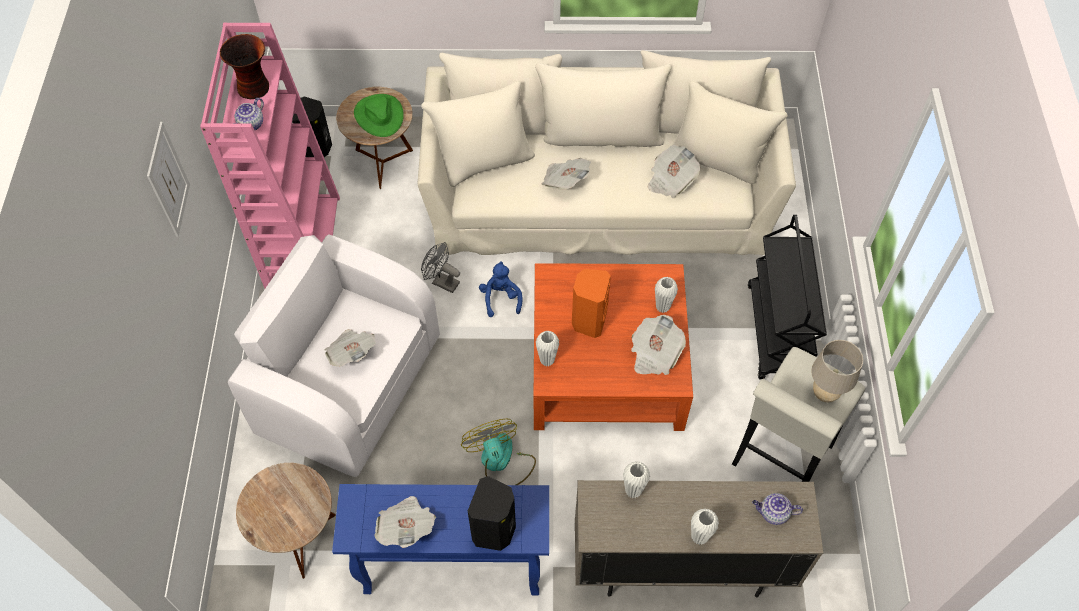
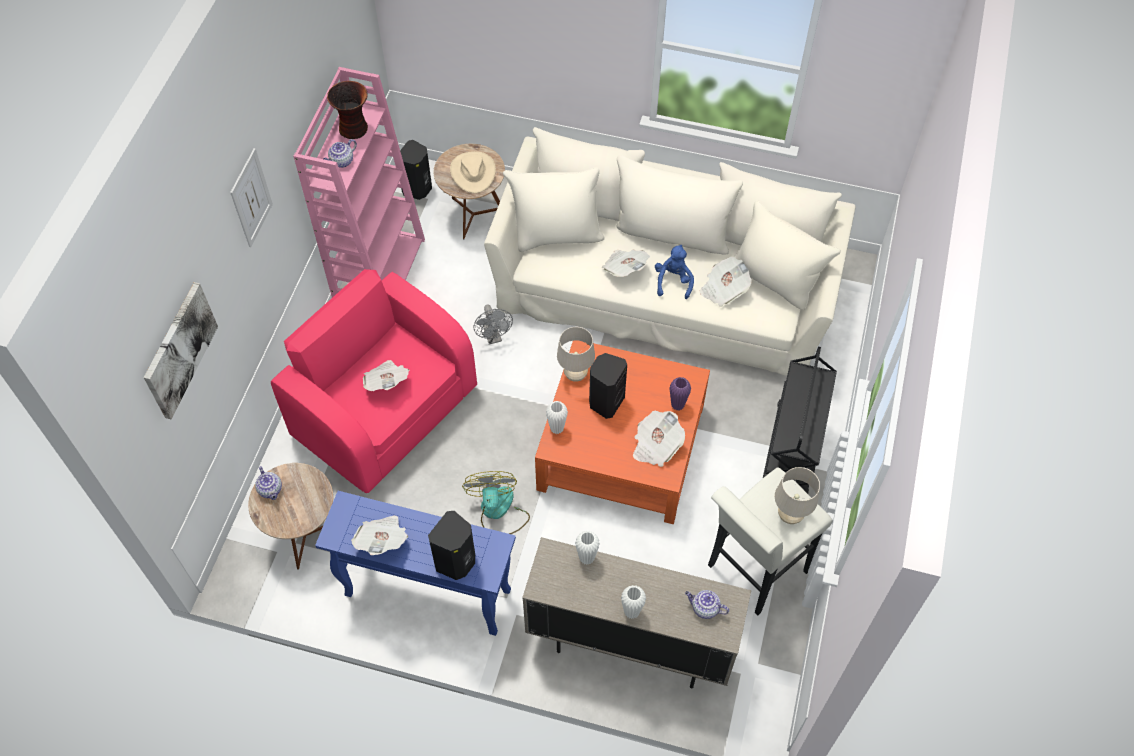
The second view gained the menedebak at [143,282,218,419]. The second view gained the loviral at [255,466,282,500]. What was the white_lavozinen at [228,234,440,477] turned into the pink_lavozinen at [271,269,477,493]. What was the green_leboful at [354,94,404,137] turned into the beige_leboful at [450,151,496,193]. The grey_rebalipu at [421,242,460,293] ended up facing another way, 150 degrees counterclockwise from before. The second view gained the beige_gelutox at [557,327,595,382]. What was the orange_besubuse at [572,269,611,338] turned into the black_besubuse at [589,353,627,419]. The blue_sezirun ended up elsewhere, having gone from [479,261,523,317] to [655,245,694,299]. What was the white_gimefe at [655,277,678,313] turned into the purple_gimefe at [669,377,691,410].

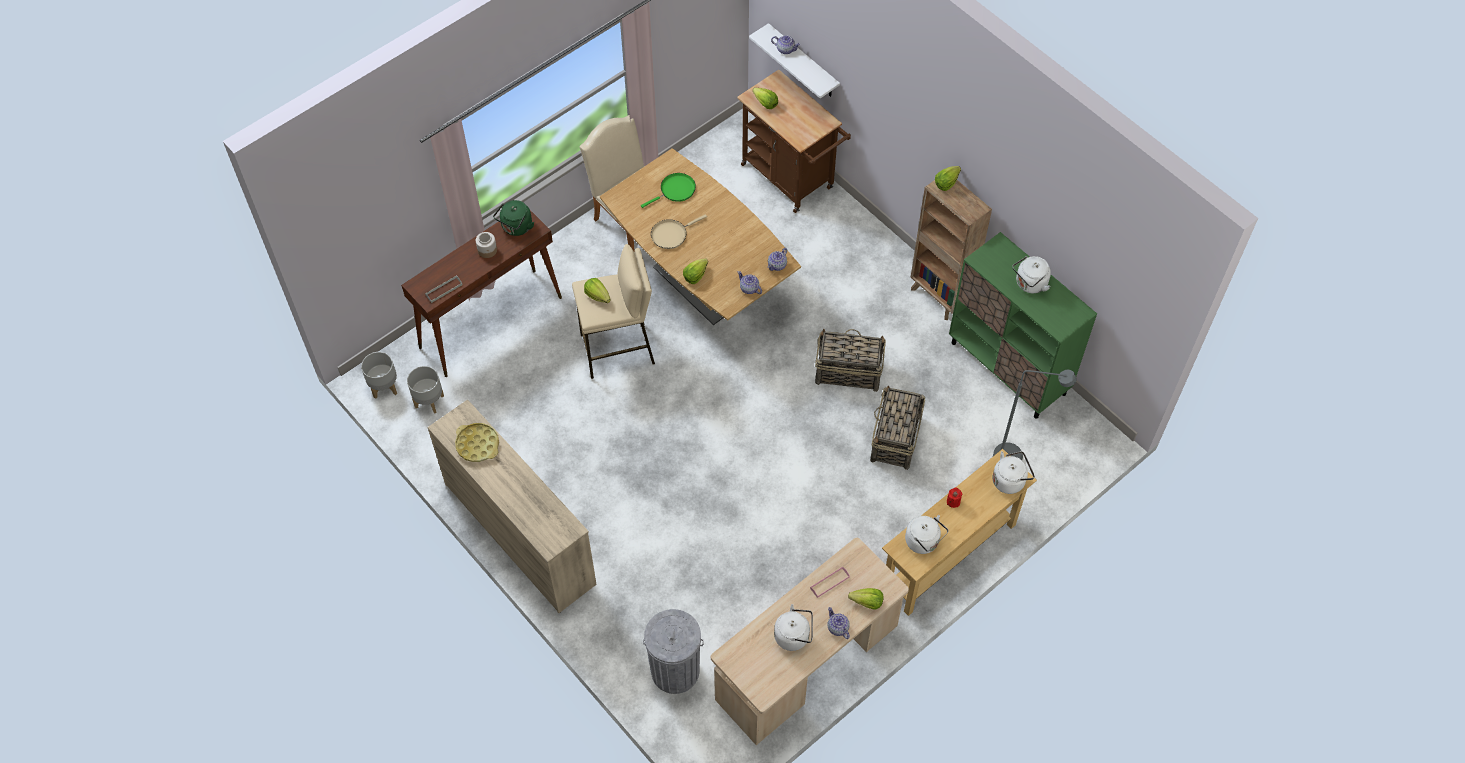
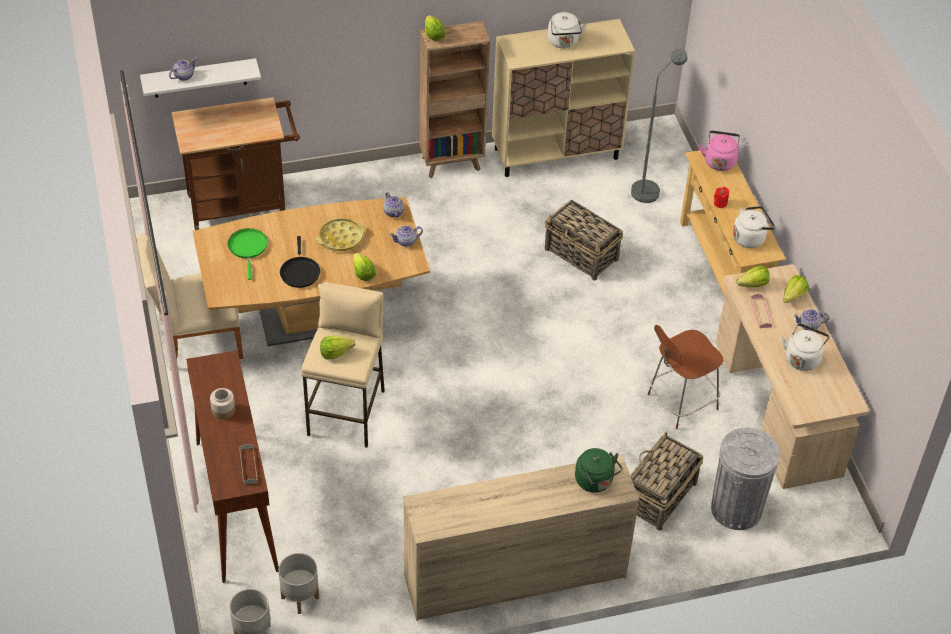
What was the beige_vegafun at [651,214,707,249] turned into the black_vegafun at [280,236,320,288]. The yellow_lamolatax ended up elsewhere, having gone from [455,423,499,462] to [316,218,366,251]. What was the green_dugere at [949,232,1097,419] turned into the beige_dugere at [492,19,635,177]. The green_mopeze ended up elsewhere, having gone from [493,200,534,236] to [575,448,622,493]. The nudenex ended up elsewhere, having gone from [815,329,886,392] to [630,432,704,531]. The second view gained the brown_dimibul at [648,325,723,429]. What was the white_mopeze at [992,451,1035,494] turned into the pink_mopeze at [699,131,740,171]. The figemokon ended up elsewhere, having gone from [753,88,778,109] to [736,266,770,288].

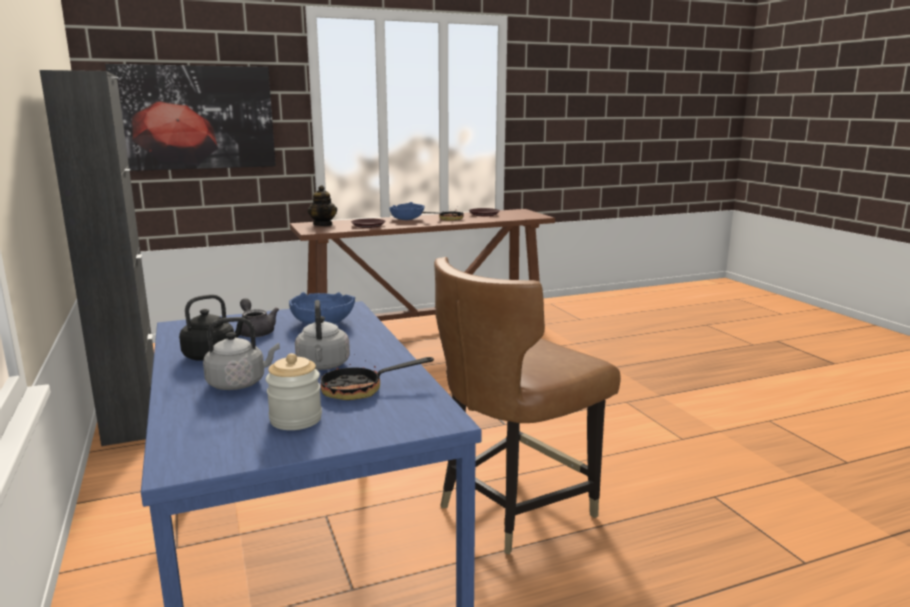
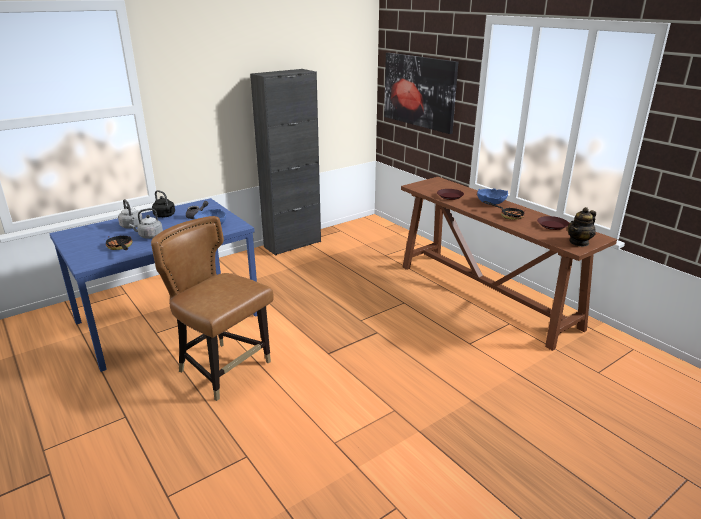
The loviral ended up elsewhere, having gone from [307,185,337,226] to [568,207,596,247]. The second view lost the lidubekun at [266,353,322,430].

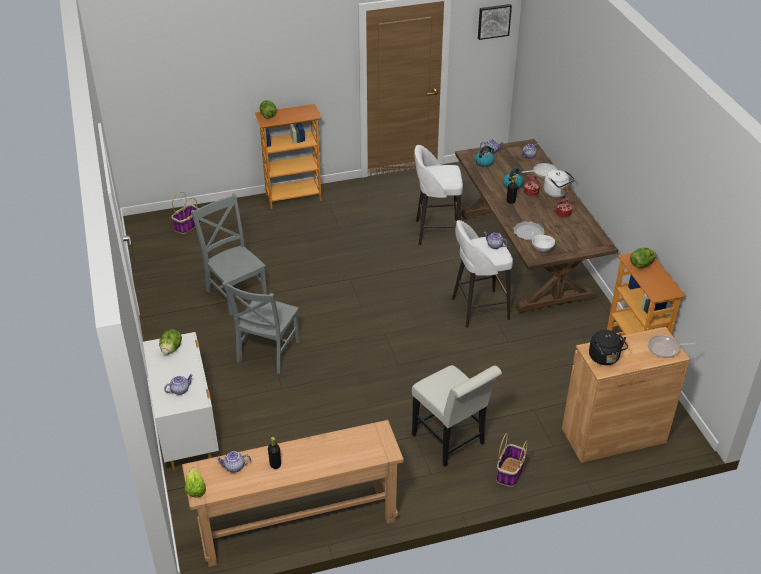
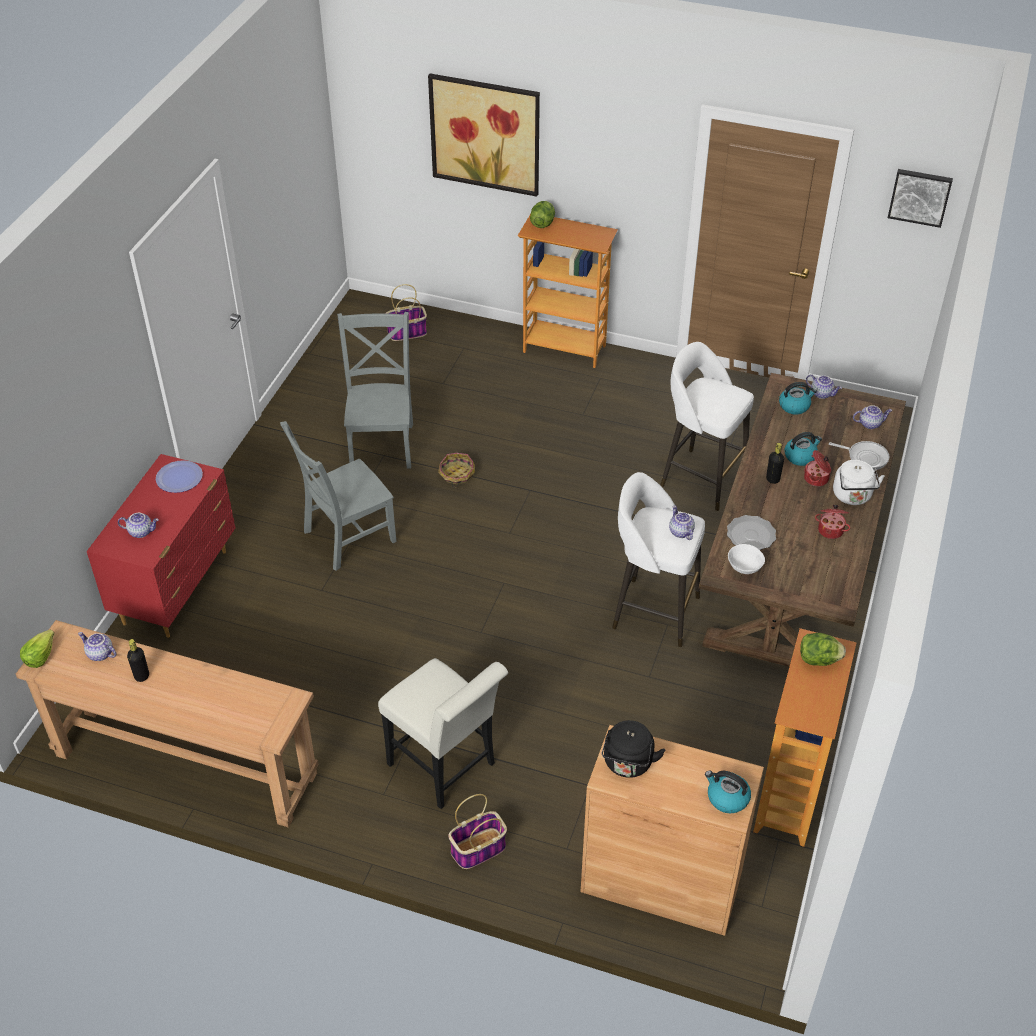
What was the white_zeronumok at [143,332,219,471] turned into the red_zeronumok at [87,454,236,638]. Where the figemokon stood at [159,329,182,354], the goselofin came to stand at [156,460,203,493]. The white_dimibul at [412,365,502,467] ended up facing another way, 45 degrees counterclockwise from before. The second view gained the menedebak at [428,73,540,197]. The second view gained the nudenex at [438,453,475,488]. Where the vegafun stood at [648,335,696,358], the mopeze came to stand at [705,770,751,813].

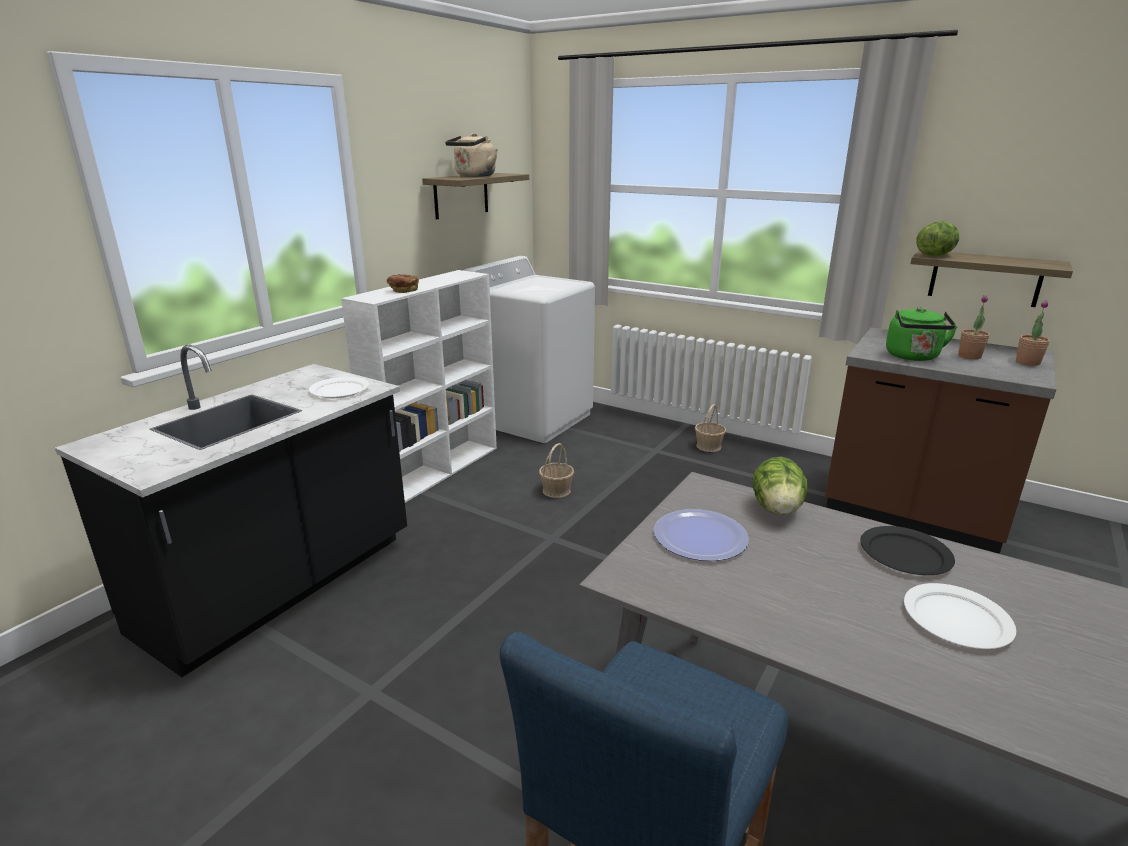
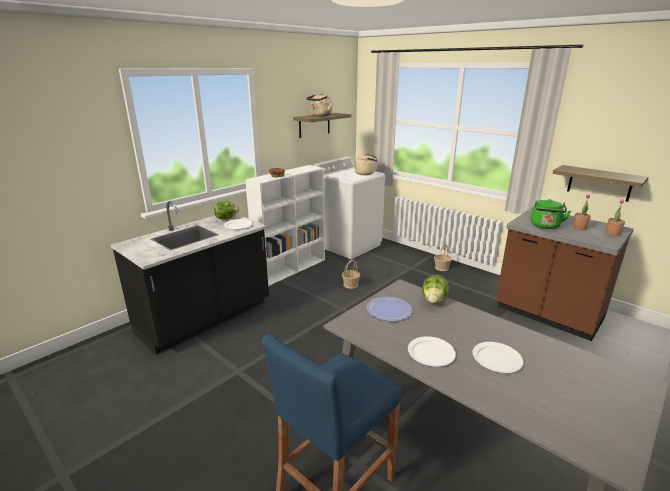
The figemokon ended up elsewhere, having gone from [916,221,959,256] to [214,201,239,220]. The second view gained the beige_mopeze at [355,154,377,175]. The second view gained the white_goselofin at [408,336,456,366]. The second view lost the black_goselofin at [860,526,955,575].

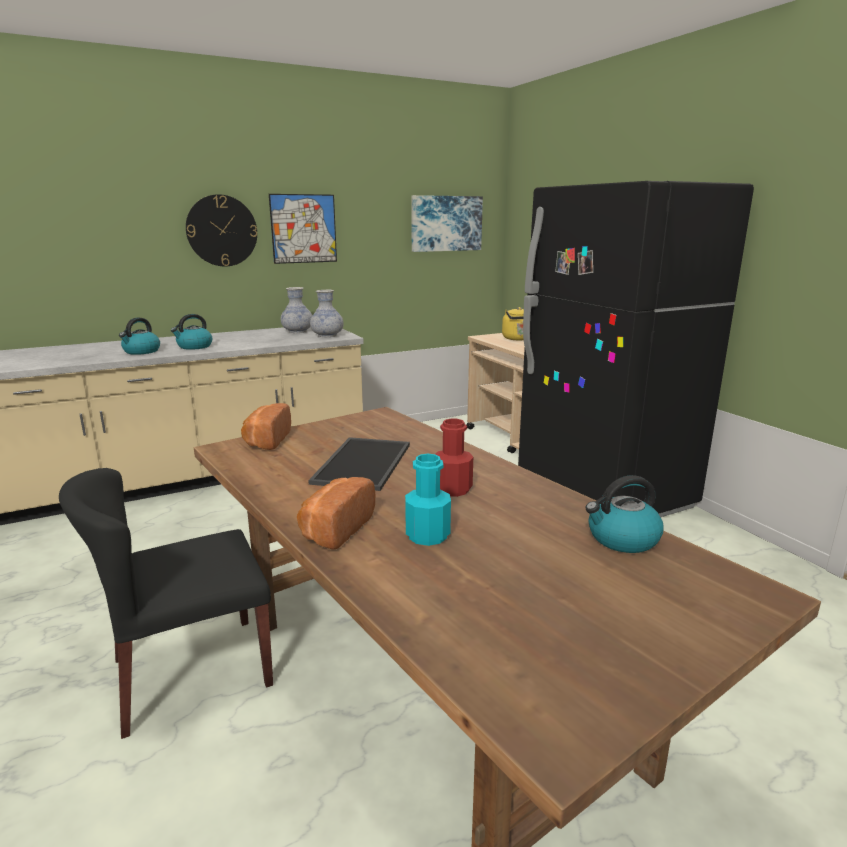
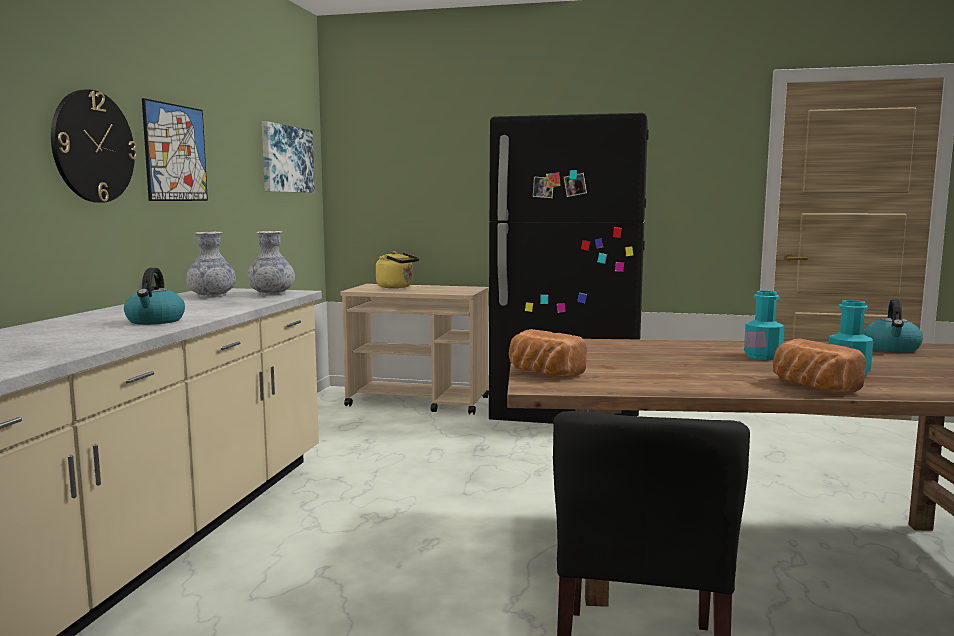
What was the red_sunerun at [435,418,473,497] turned into the turquoise_sunerun at [744,291,785,360]. The second view lost the mopeze at [119,318,160,355]. The second view lost the lamolatax at [308,437,410,491].

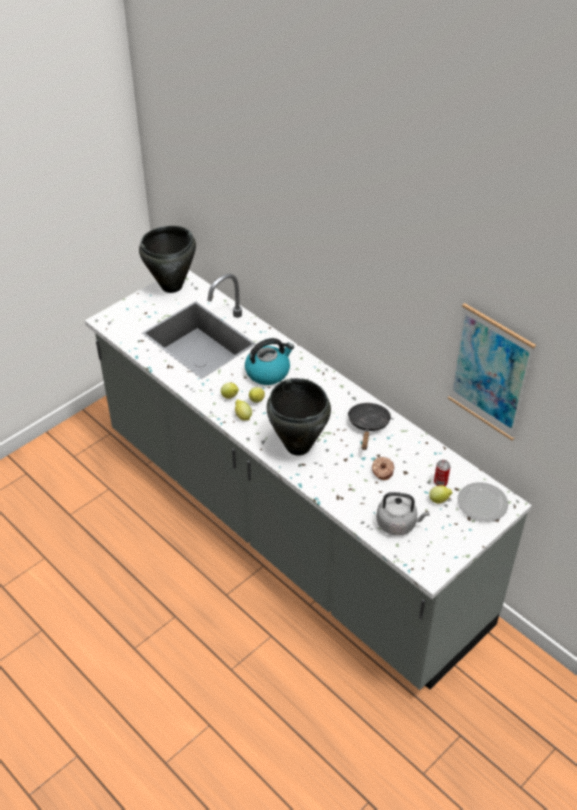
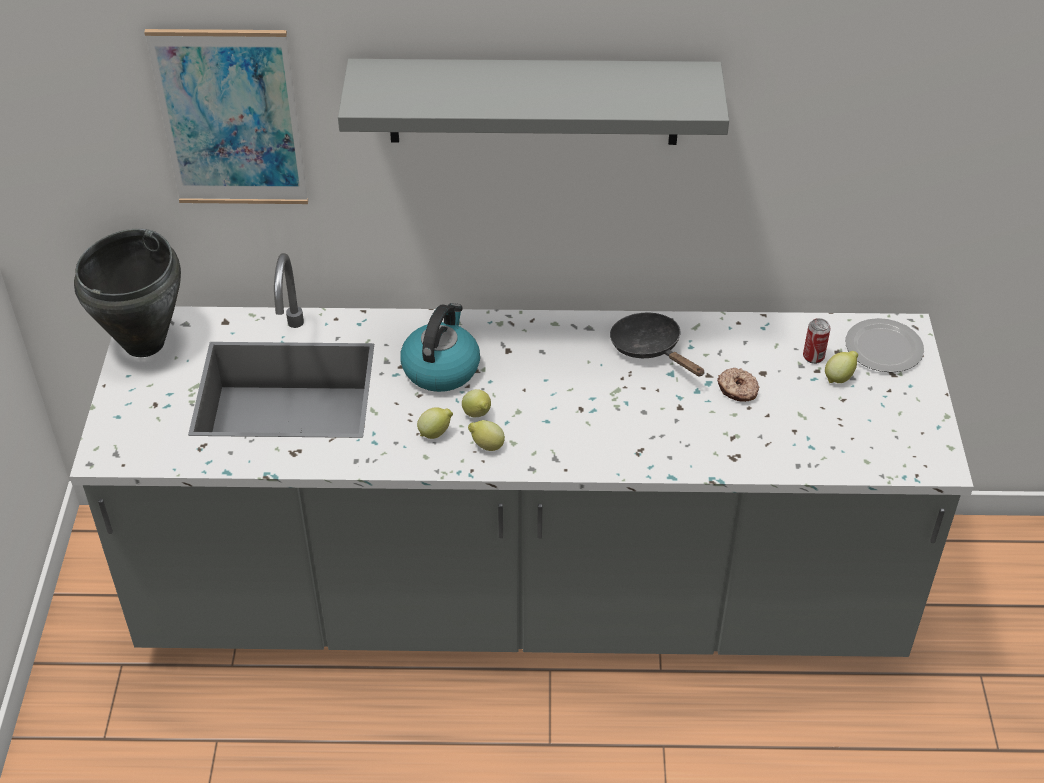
The menedebak ended up elsewhere, having gone from [448,303,536,440] to [144,29,308,204]. The second view gained the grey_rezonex at [338,59,729,145]. The second view lost the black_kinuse at [267,378,331,456]. The second view lost the grey_mopeze at [377,492,430,535].

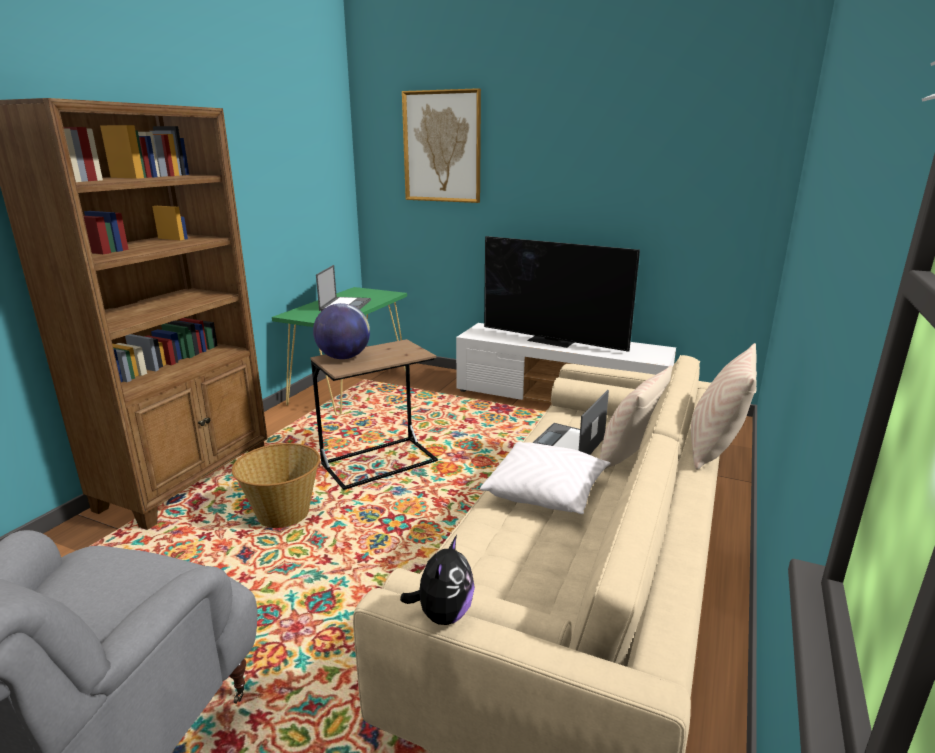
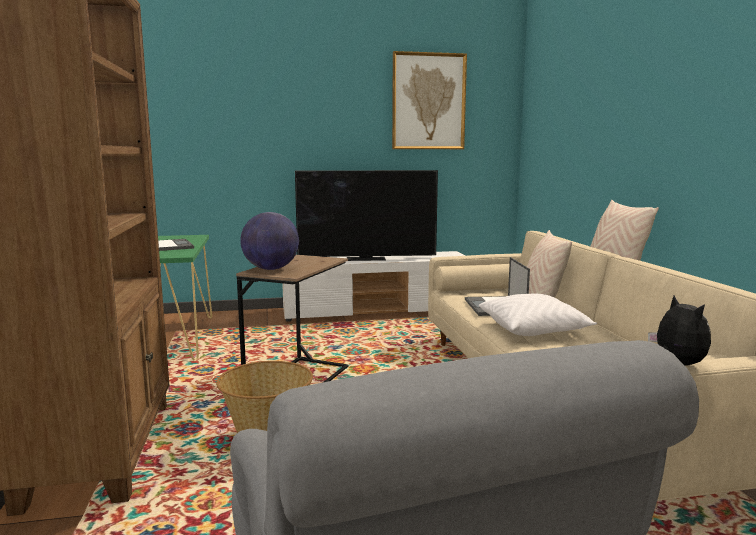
The menedebak ended up elsewhere, having gone from [402,88,481,203] to [392,51,467,149].

